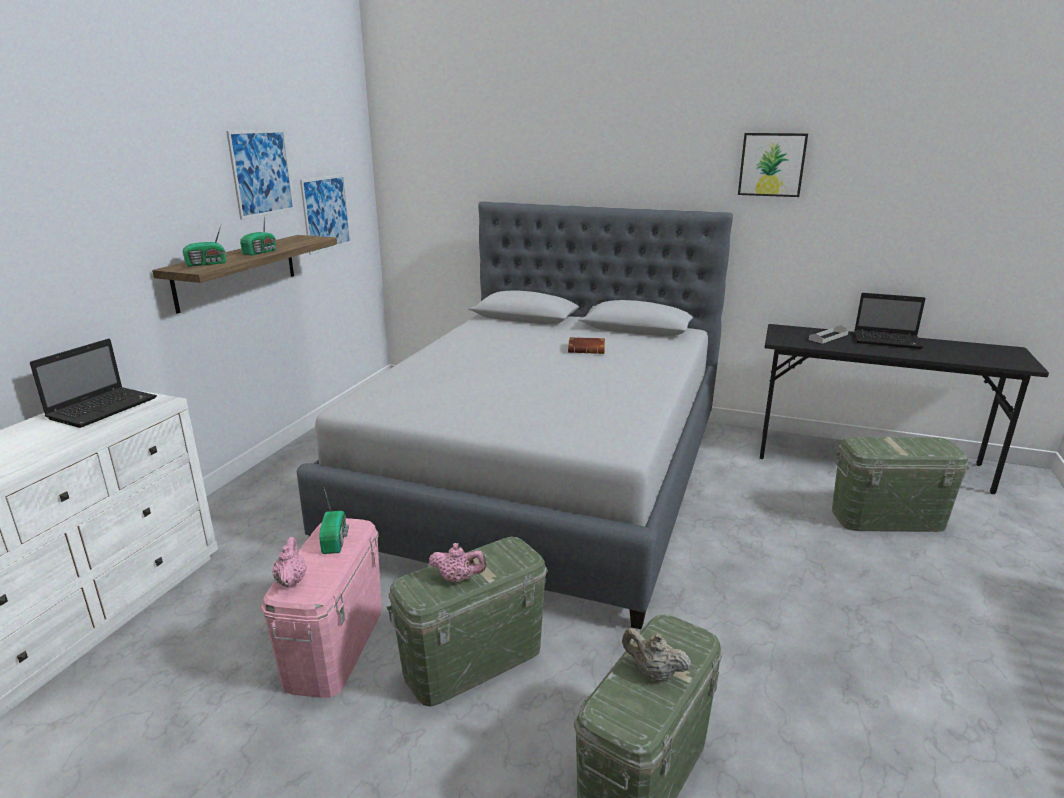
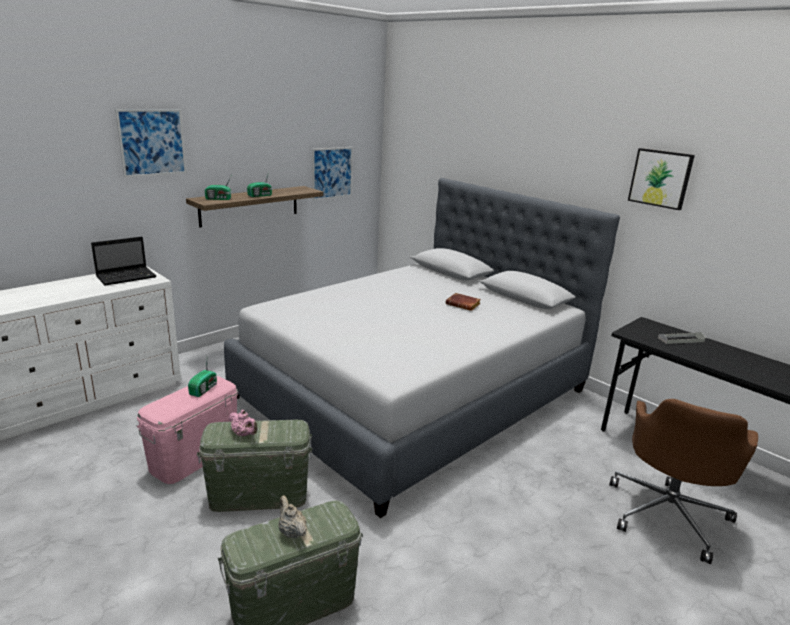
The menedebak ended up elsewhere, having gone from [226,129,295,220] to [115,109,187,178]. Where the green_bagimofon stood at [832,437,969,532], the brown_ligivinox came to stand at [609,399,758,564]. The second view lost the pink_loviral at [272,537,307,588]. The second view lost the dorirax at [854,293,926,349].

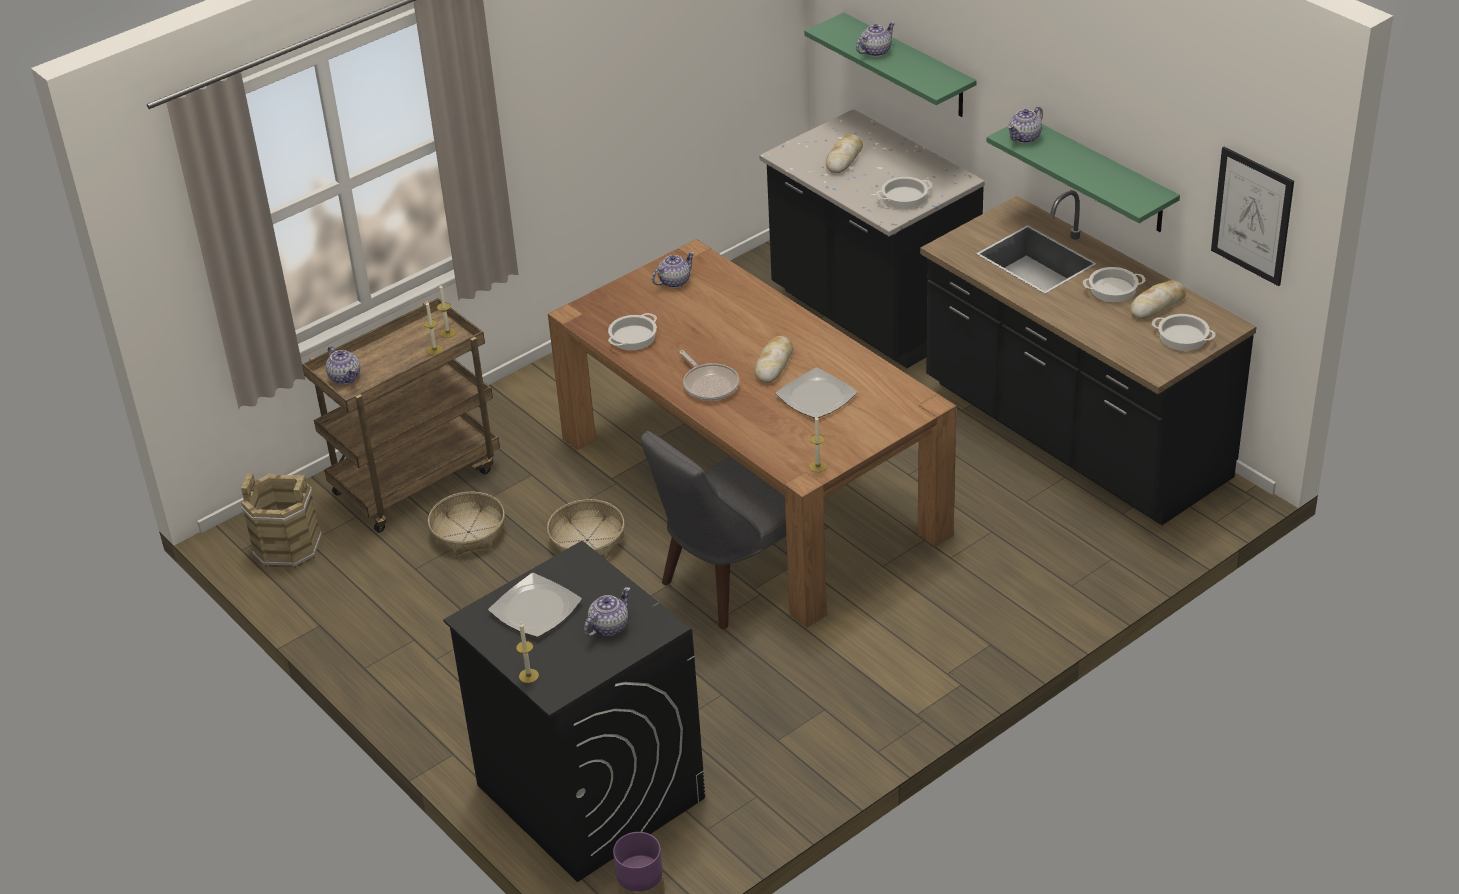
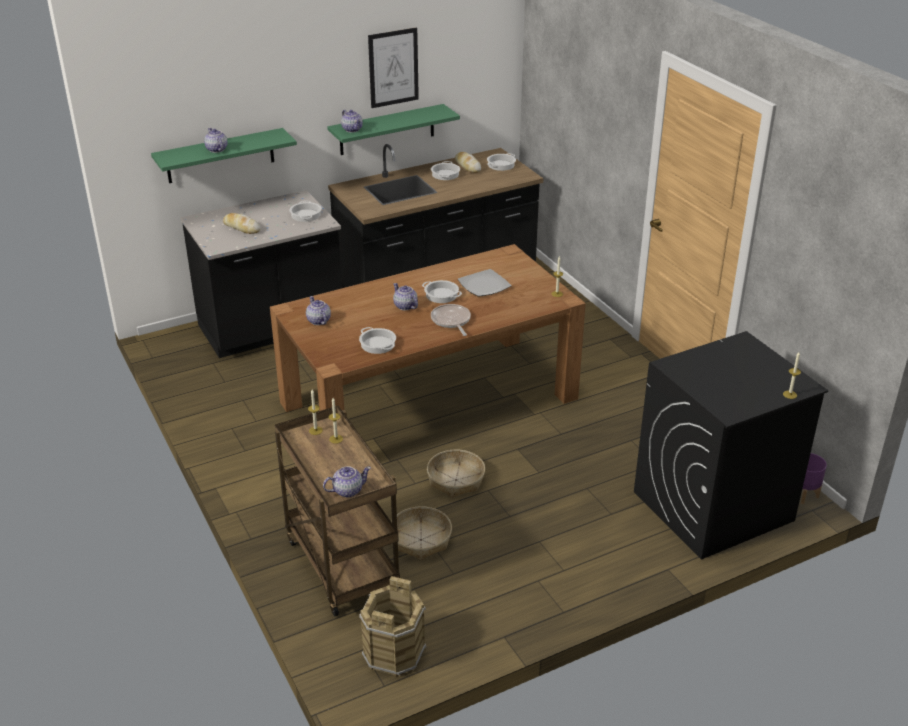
The menedebak ended up elsewhere, having gone from [1211,147,1294,286] to [368,27,419,108]. The loviral ended up elsewhere, having gone from [584,587,630,636] to [393,283,418,310]. Where the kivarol stood at [754,336,793,383], the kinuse came to stand at [422,280,462,303]. The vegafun at [679,350,739,401] ended up facing another way, 90 degrees counterclockwise from before. The second view lost the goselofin at [488,573,582,637]. The second view lost the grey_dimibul at [641,431,786,630].

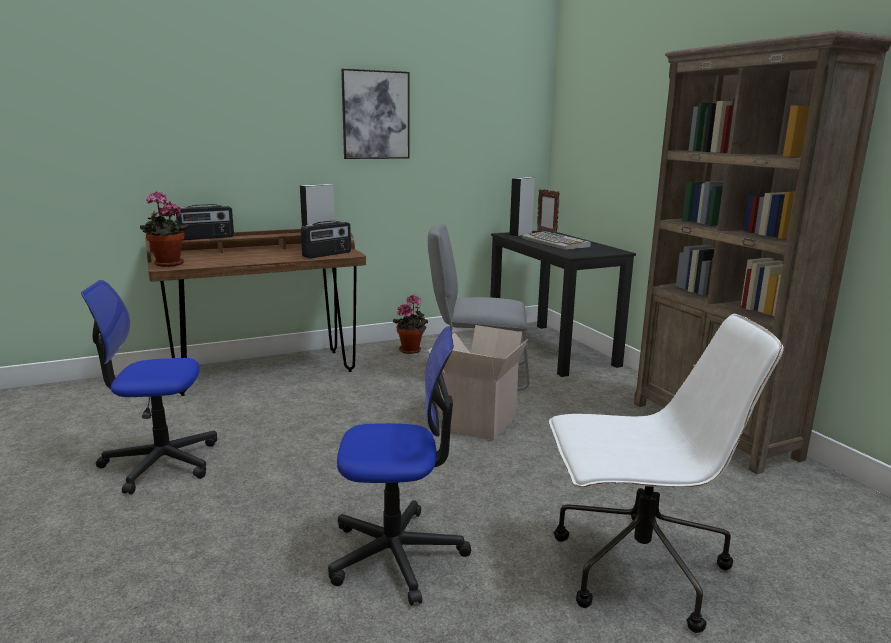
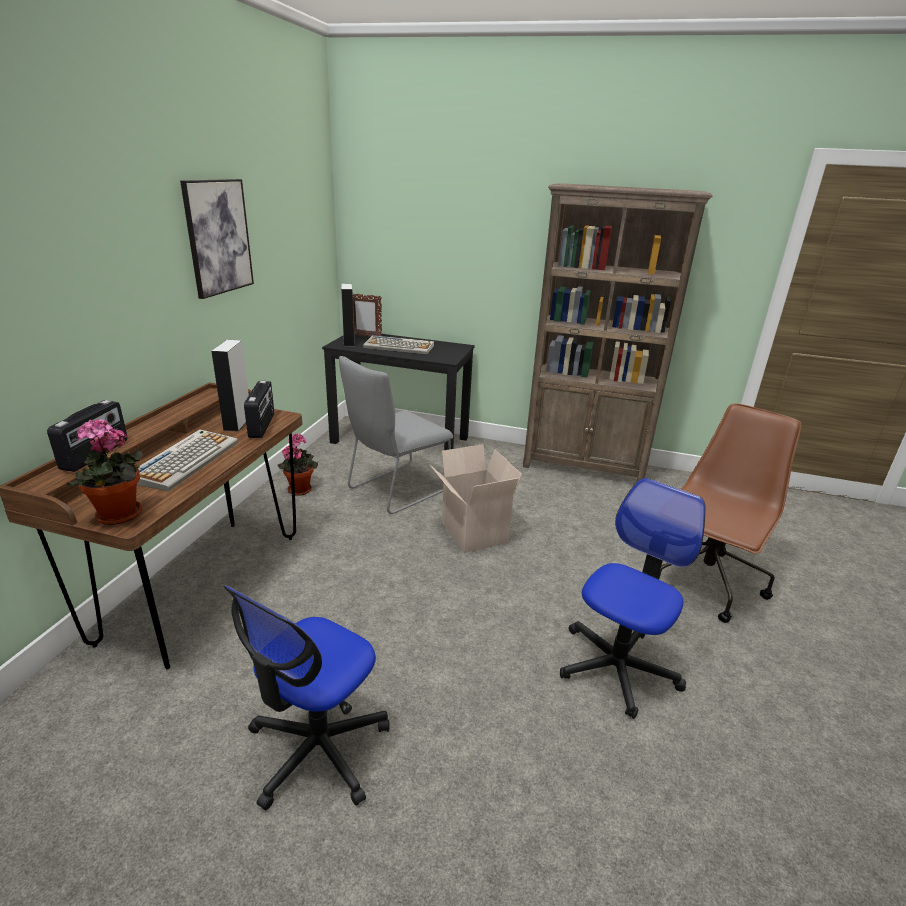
The second view gained the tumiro at [137,429,238,491]. What was the white_ligivinox at [549,314,784,633] turned into the brown_ligivinox at [658,404,802,623].

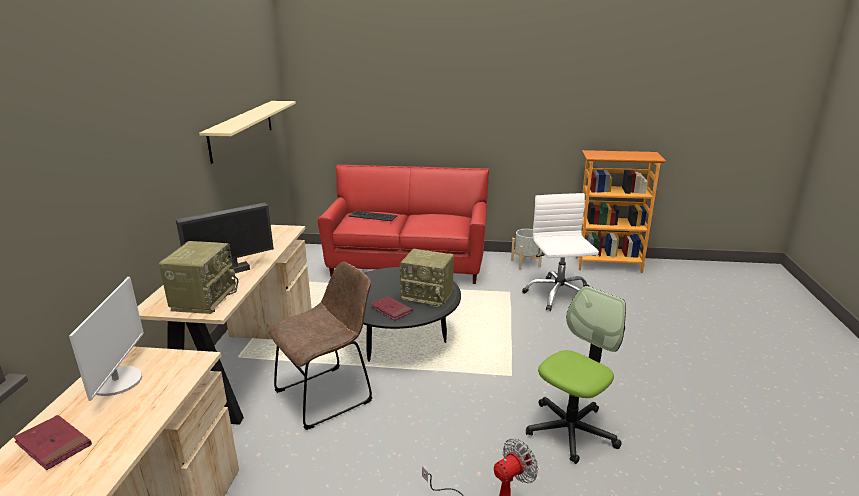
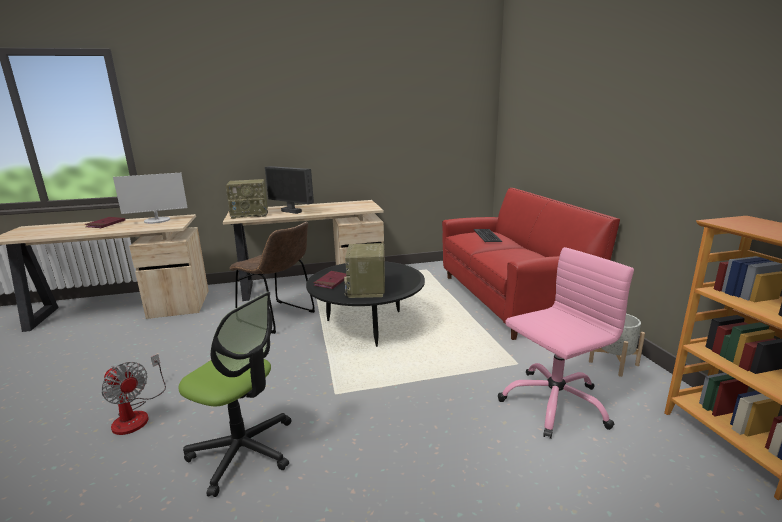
What was the white_ligivinox at [522,193,599,311] turned into the pink_ligivinox at [498,247,634,439]. The second view lost the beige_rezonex at [199,101,296,164].

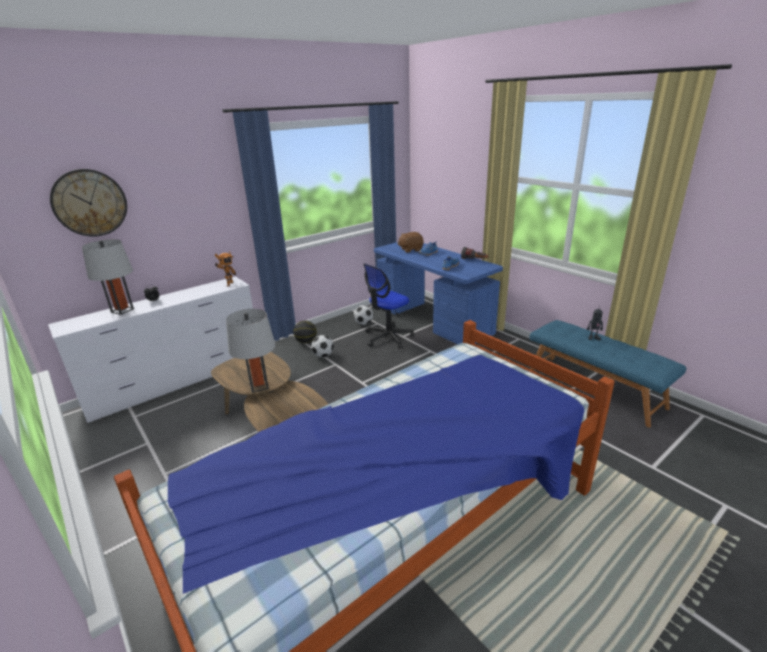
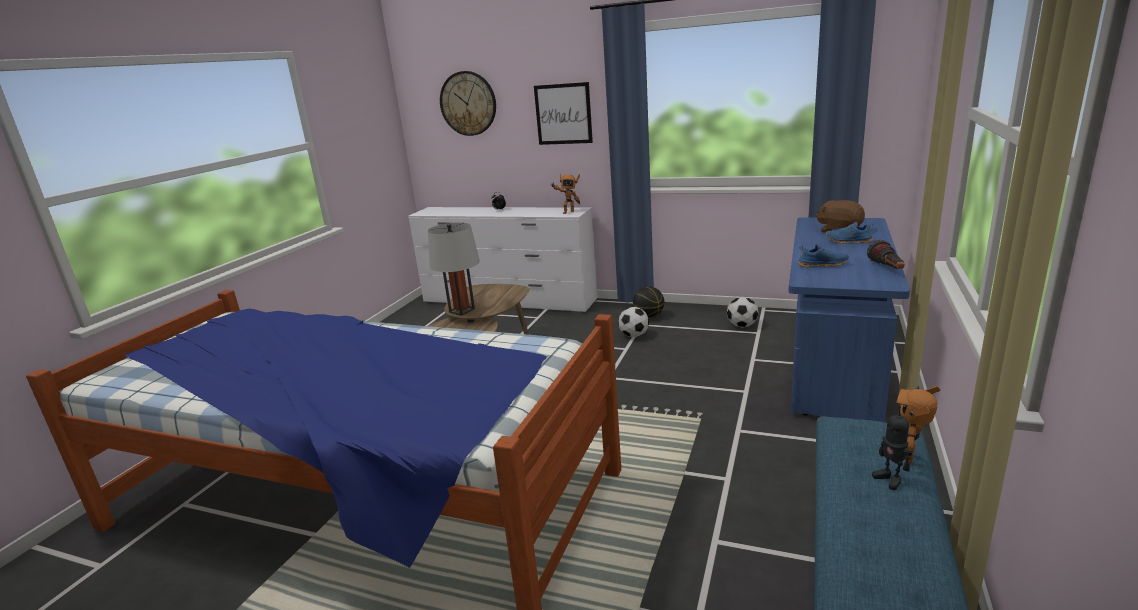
The second view gained the menedebak at [534,82,593,145]. The second view gained the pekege at [896,386,940,464]. The second view lost the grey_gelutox at [82,239,134,315]. The second view lost the ligivinox at [363,263,414,349].

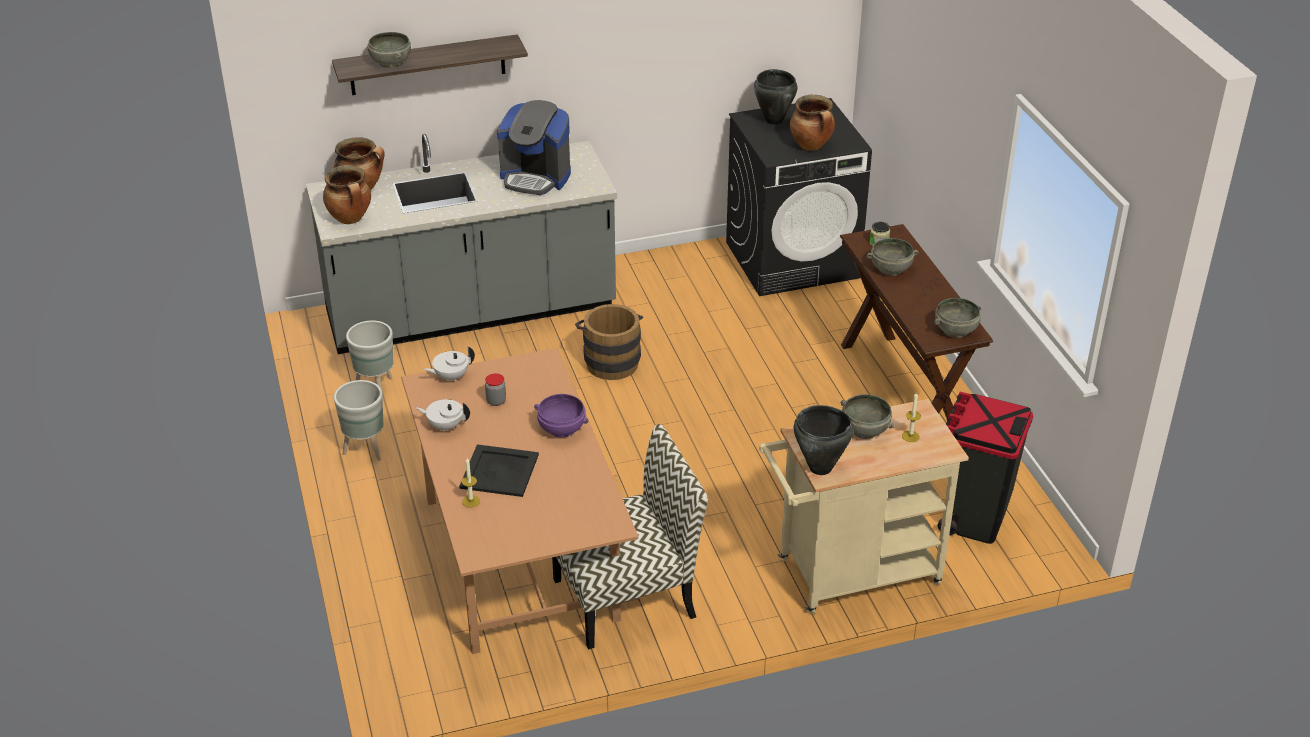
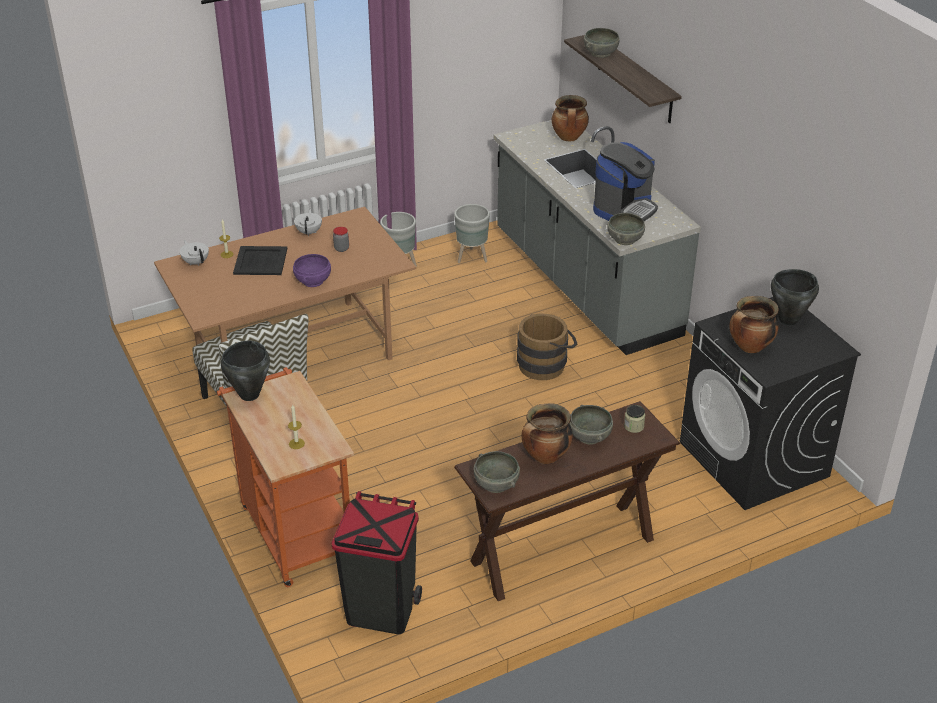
The white_loviral ended up elsewhere, having gone from [423,347,475,382] to [180,240,209,266]. What was the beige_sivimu at [759,399,969,614] turned into the orange_sivimu at [217,367,354,587]. The kinuse ended up elsewhere, having gone from [323,165,371,224] to [522,403,573,464]. The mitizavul at [497,100,571,195] ended up facing another way, 150 degrees counterclockwise from before. The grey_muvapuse ended up elsewhere, having gone from [841,394,894,439] to [607,213,645,245].

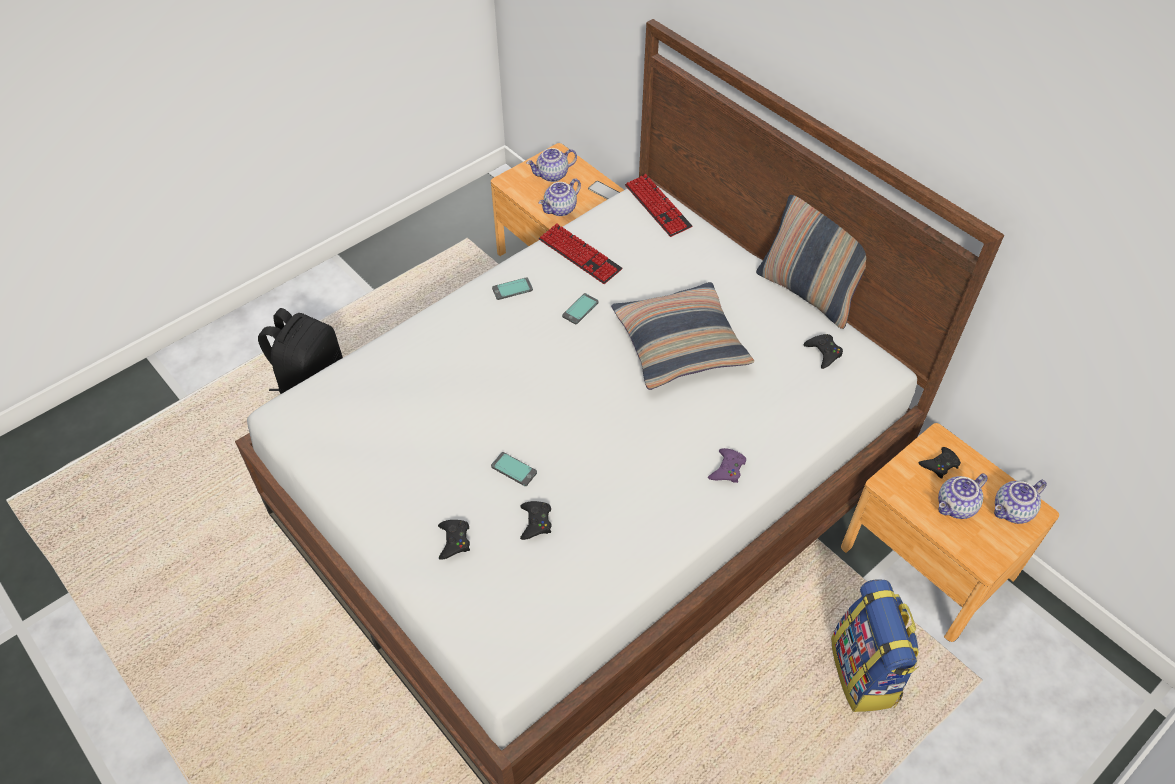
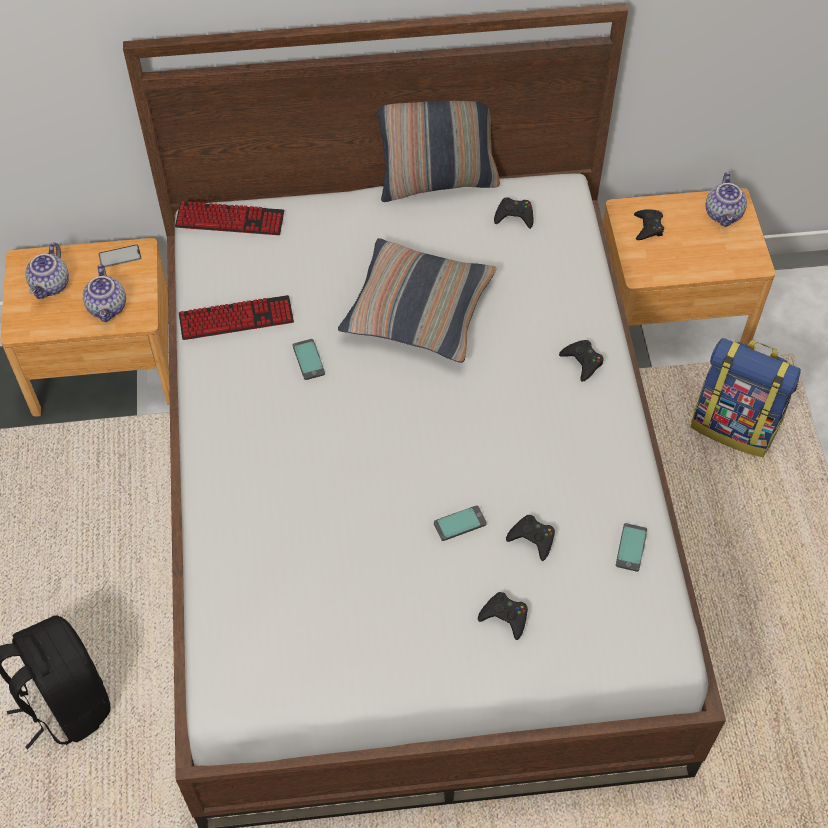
What was the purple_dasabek at [708,448,746,483] turned into the black_dasabek at [559,340,604,382]. The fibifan ended up elsewhere, having gone from [492,277,533,300] to [616,523,647,572]. The second view lost the loviral at [938,473,988,519].

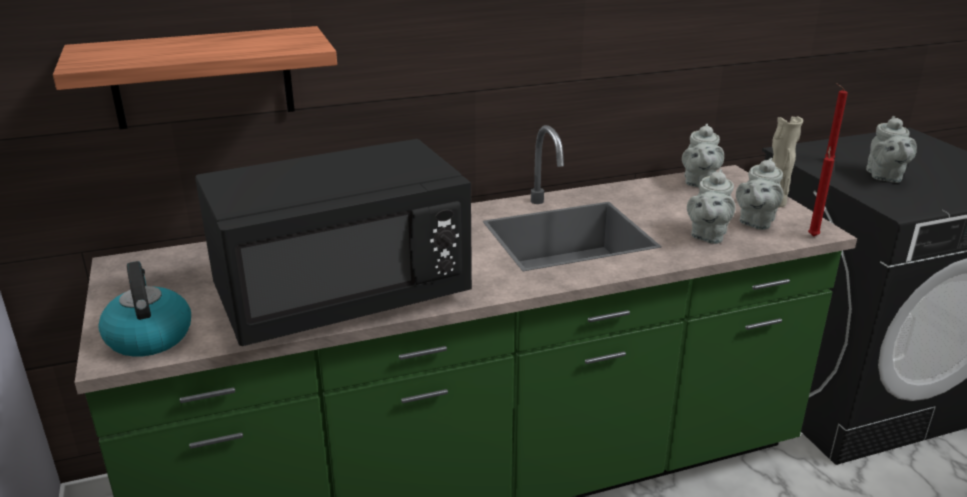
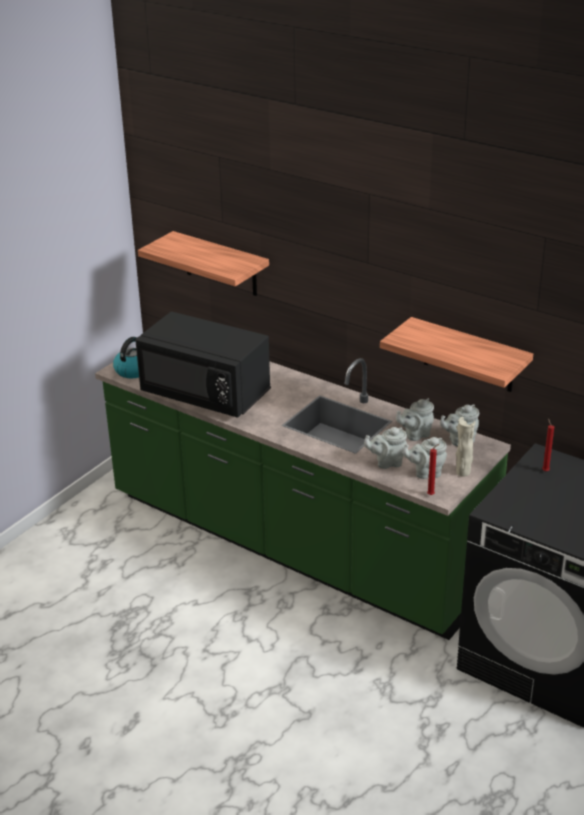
The second view gained the rezonex at [380,317,533,392]. The grey_loviral ended up elsewhere, having gone from [866,116,917,183] to [396,399,434,441].

